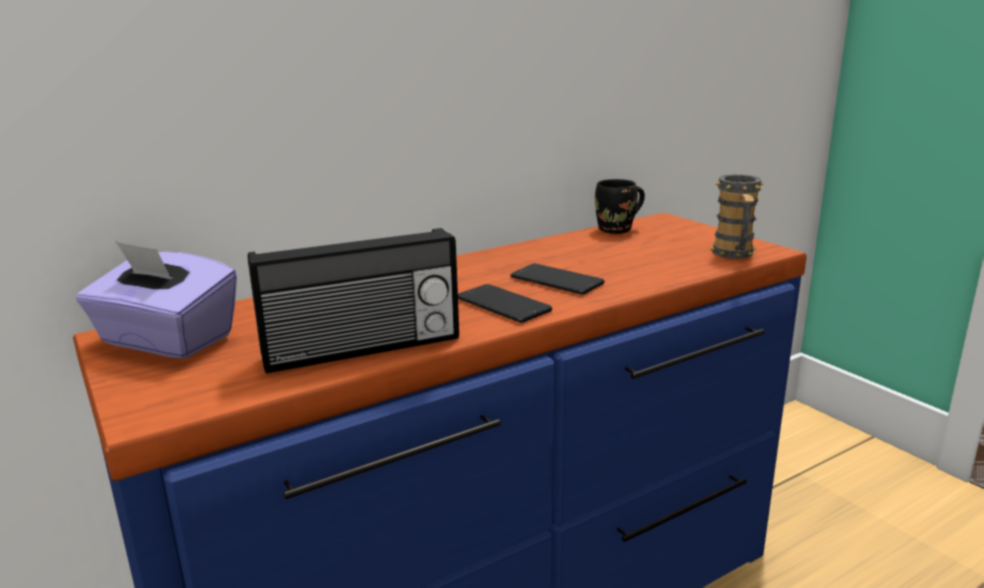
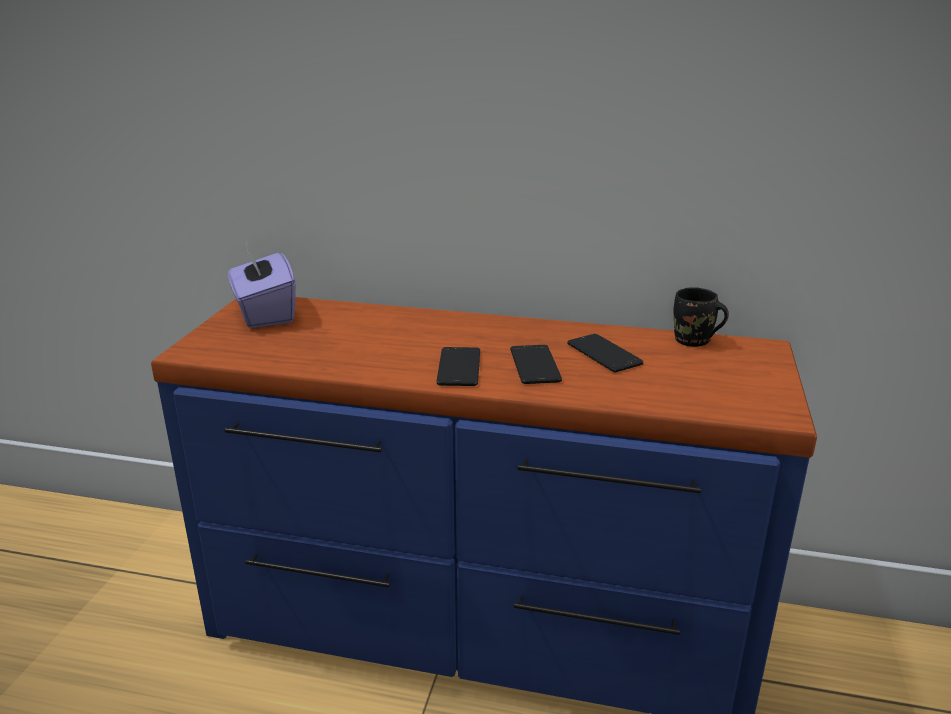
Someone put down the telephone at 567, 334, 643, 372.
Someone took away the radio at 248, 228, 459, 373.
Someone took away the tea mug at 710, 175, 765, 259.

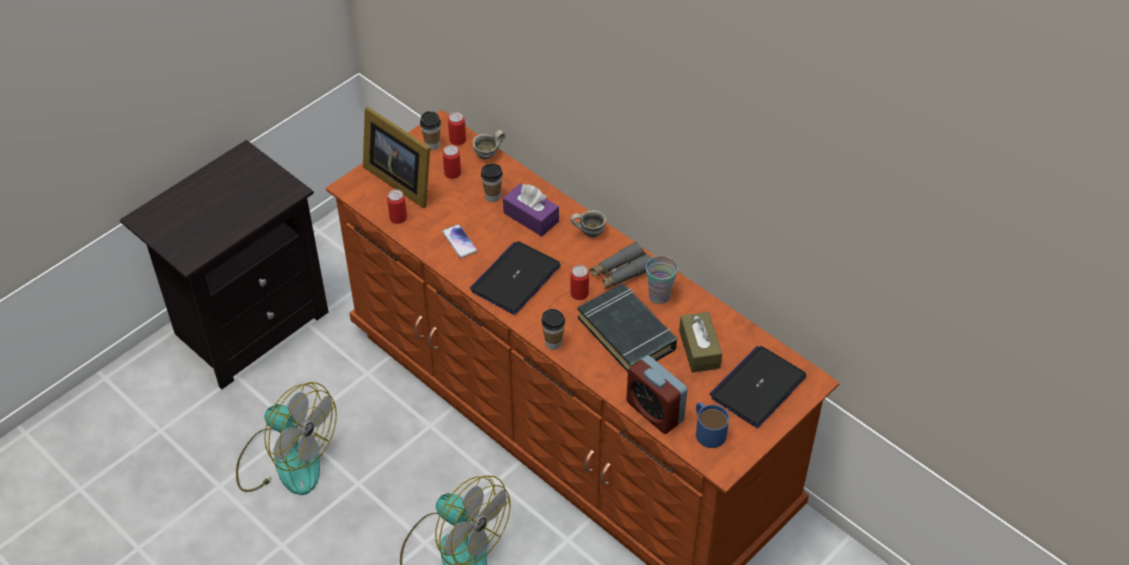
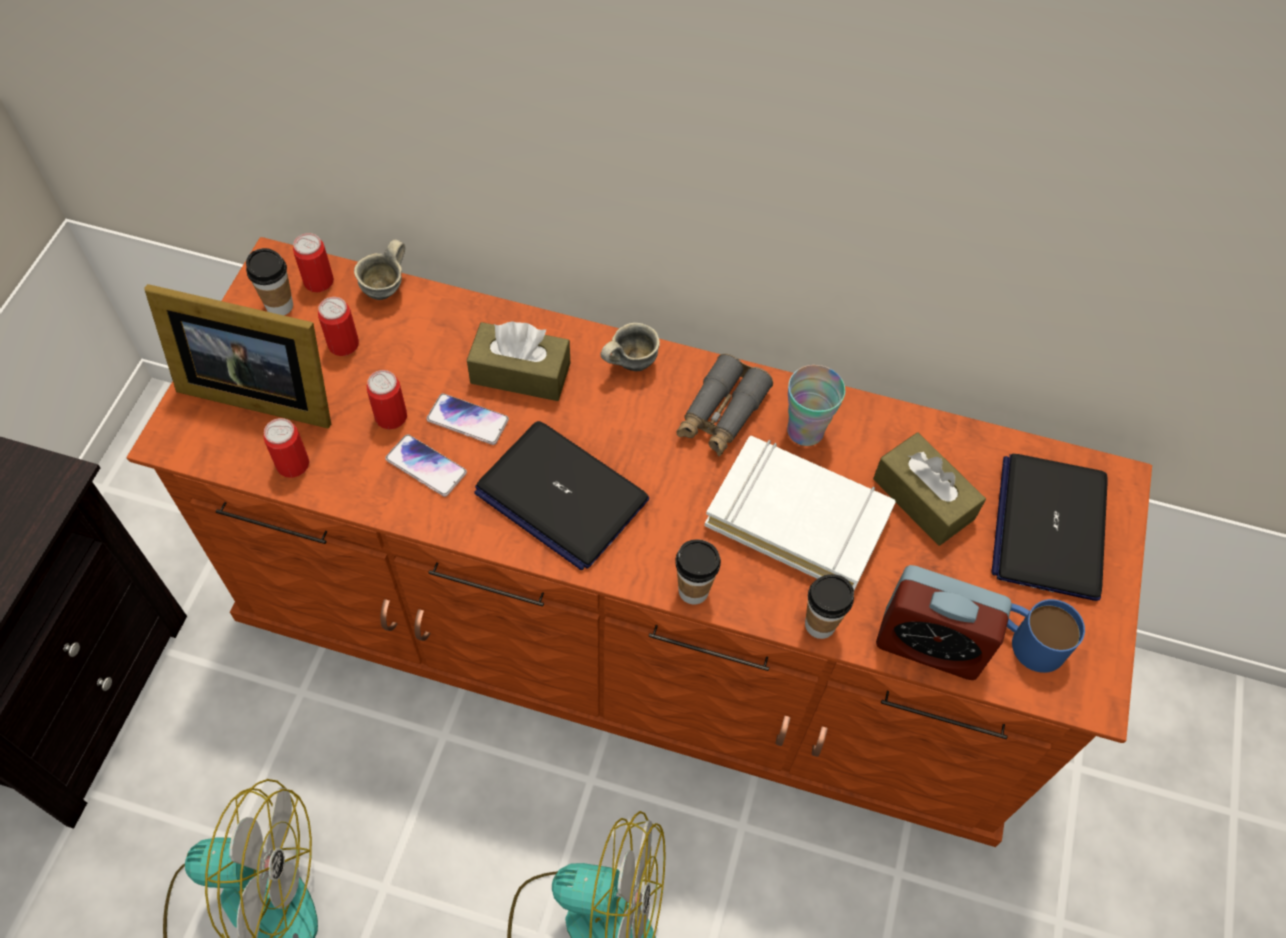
Someone carried the metal can from 570, 265, 589, 300 to 367, 370, 407, 429.
Someone put down the telephone at 426, 394, 509, 445.
Someone repainted the purplish tissue holder at 503, 183, 559, 236, which became the brownish tissue holder at 467, 321, 570, 401.
Someone rotated the laptop at 470, 241, 561, 315 by 60 degrees counterclockwise.
Someone repainted the black-coloured bound book at 578, 283, 677, 372, which became the white bound book at 704, 436, 896, 590.
Someone carried the small cup from 481, 164, 503, 202 to 805, 574, 854, 639.

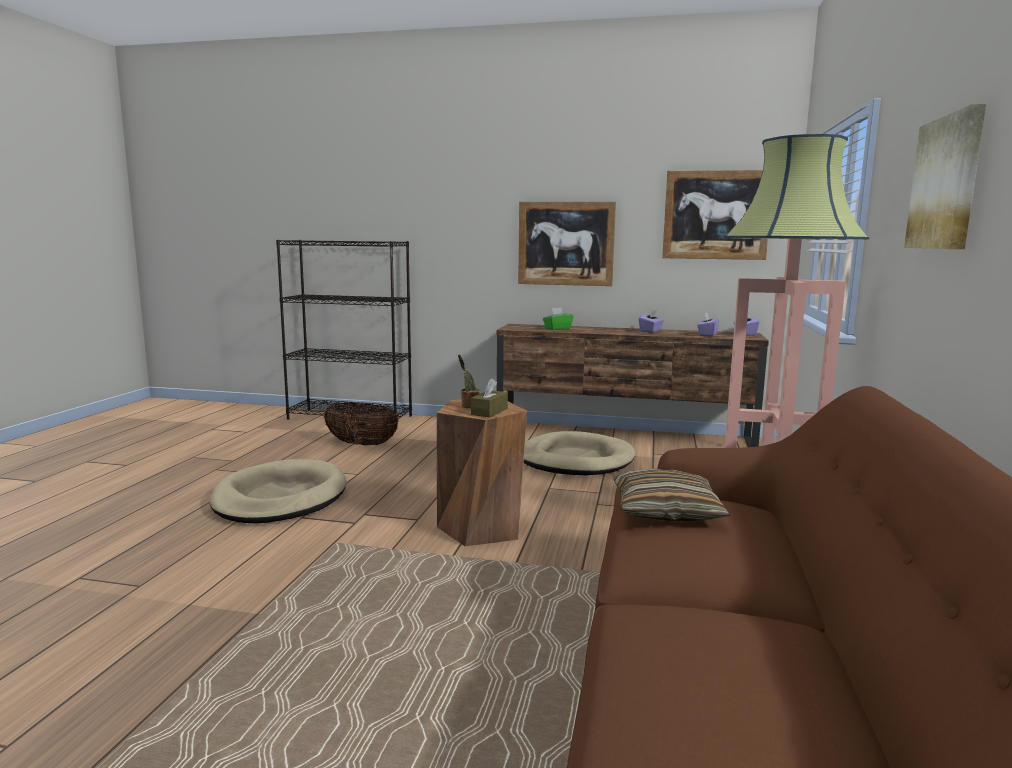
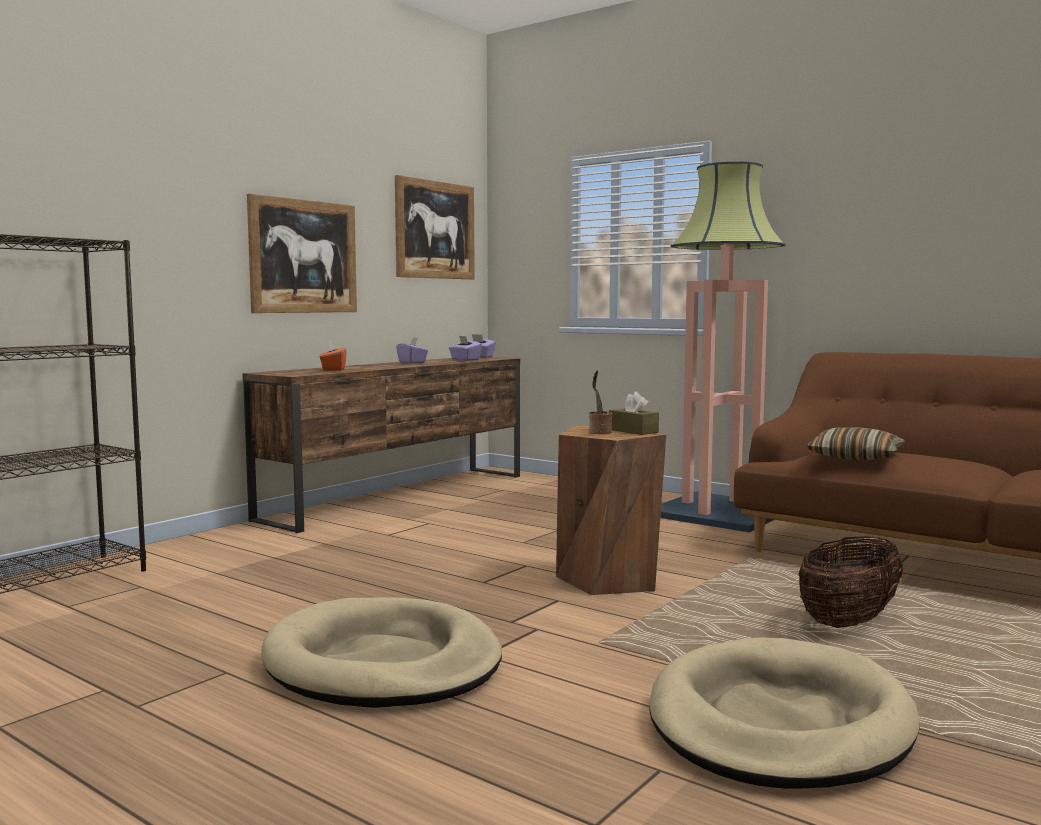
Someone repainted the green tissue holder at 543, 307, 574, 330, which became the orange-coloured tissue holder at 320, 341, 346, 371.
Someone carried the beige dog bed from 524, 431, 636, 475 to 649, 637, 920, 789.
Someone carried the household basket from 324, 403, 398, 445 to 799, 536, 903, 628.
Someone took away the wall picture at 904, 104, 986, 249.

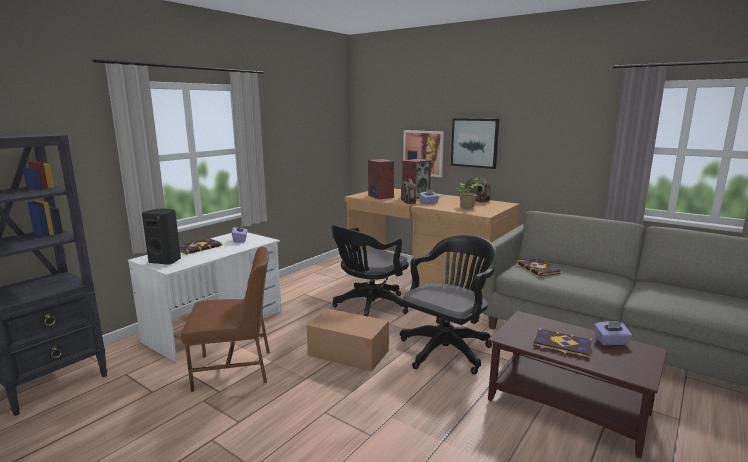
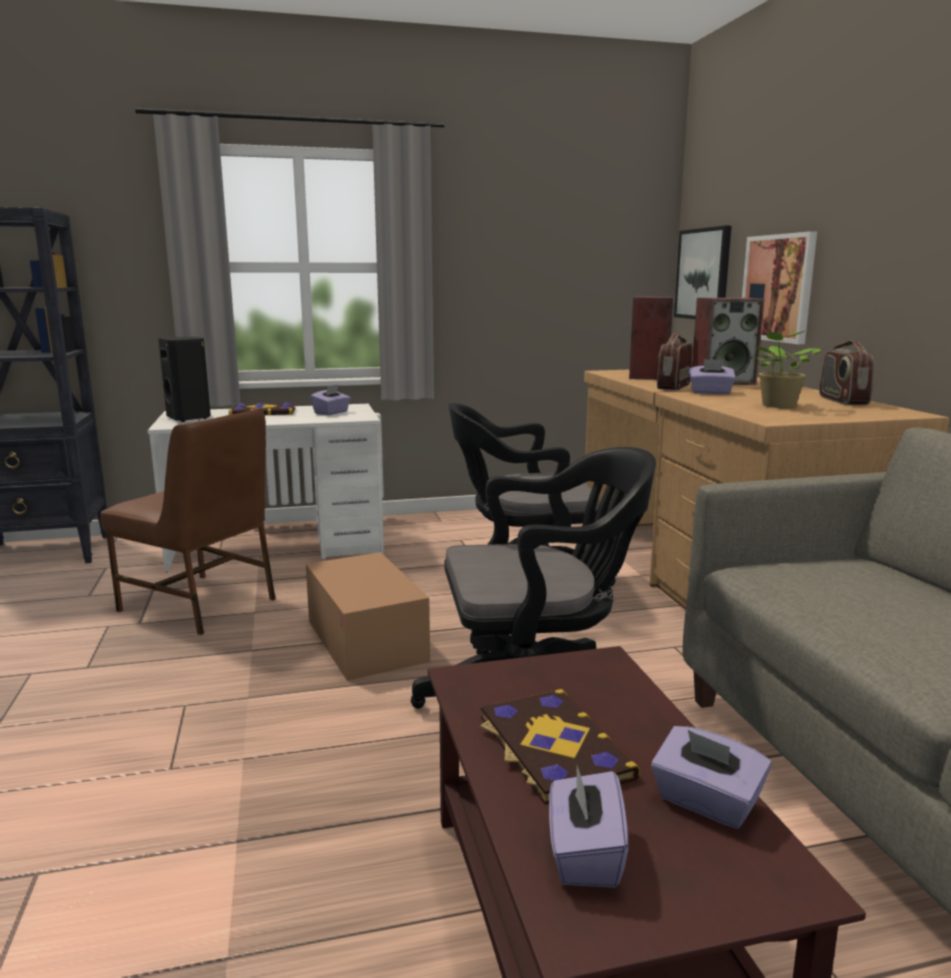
Someone put down the purplish tissue holder at 549, 766, 628, 888.
Someone carried the wall picture from 451, 118, 499, 169 to 674, 226, 731, 319.
Someone took away the bound book at 517, 259, 561, 276.

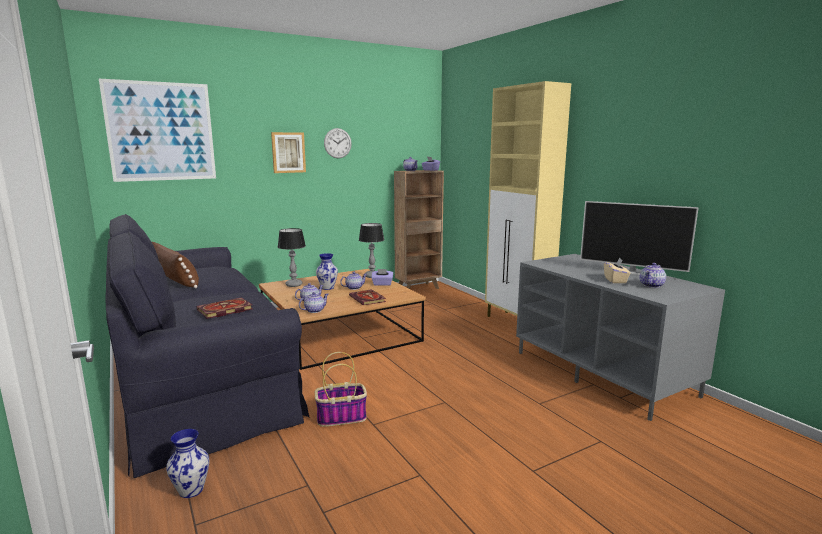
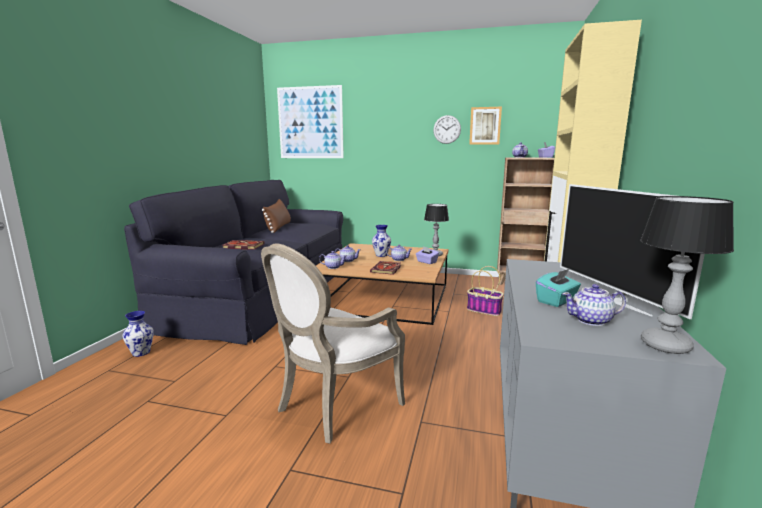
Someone put down the easy chair at 261, 243, 405, 444.
Someone carried the household basket from 315, 352, 367, 427 to 467, 266, 504, 316.
Someone carried the wall picture from 271, 132, 306, 173 to 469, 107, 502, 145.
Someone repainted the beige tissue holder at 604, 258, 630, 283, which became the blue-green tissue holder at 536, 269, 581, 307.
Someone carried the tabletop lamp from 278, 228, 306, 287 to 640, 196, 734, 354.

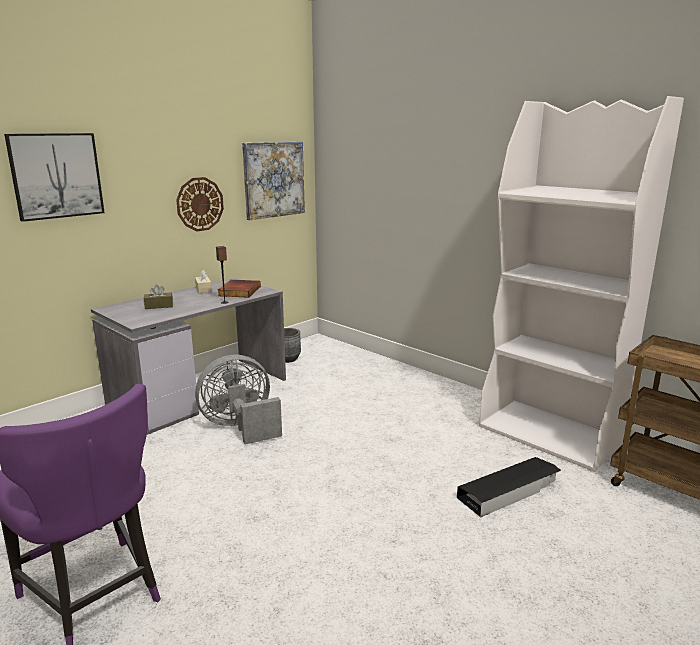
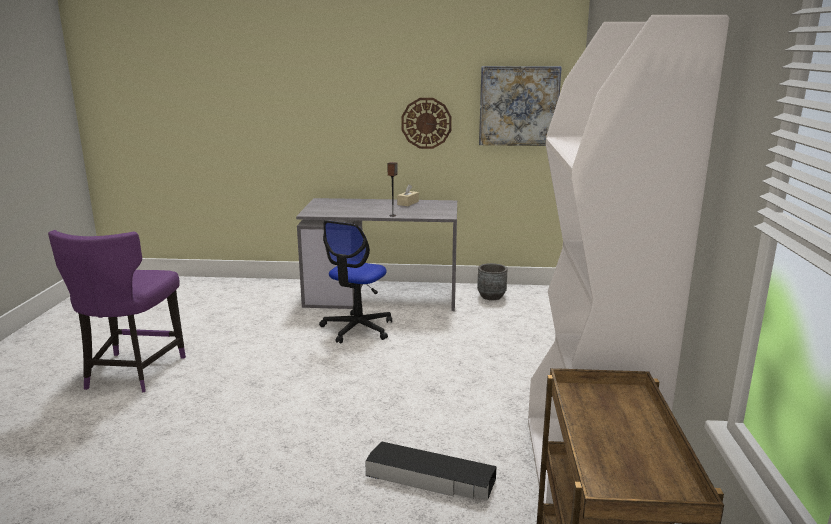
Someone swapped the gray cooling fan at 195, 354, 282, 445 for the desk chair at 319, 220, 392, 343.
Someone took away the wall picture at 4, 133, 105, 222.
Someone took away the brownish tissue holder at 144, 285, 173, 309.
Someone took away the bound book at 218, 280, 261, 297.

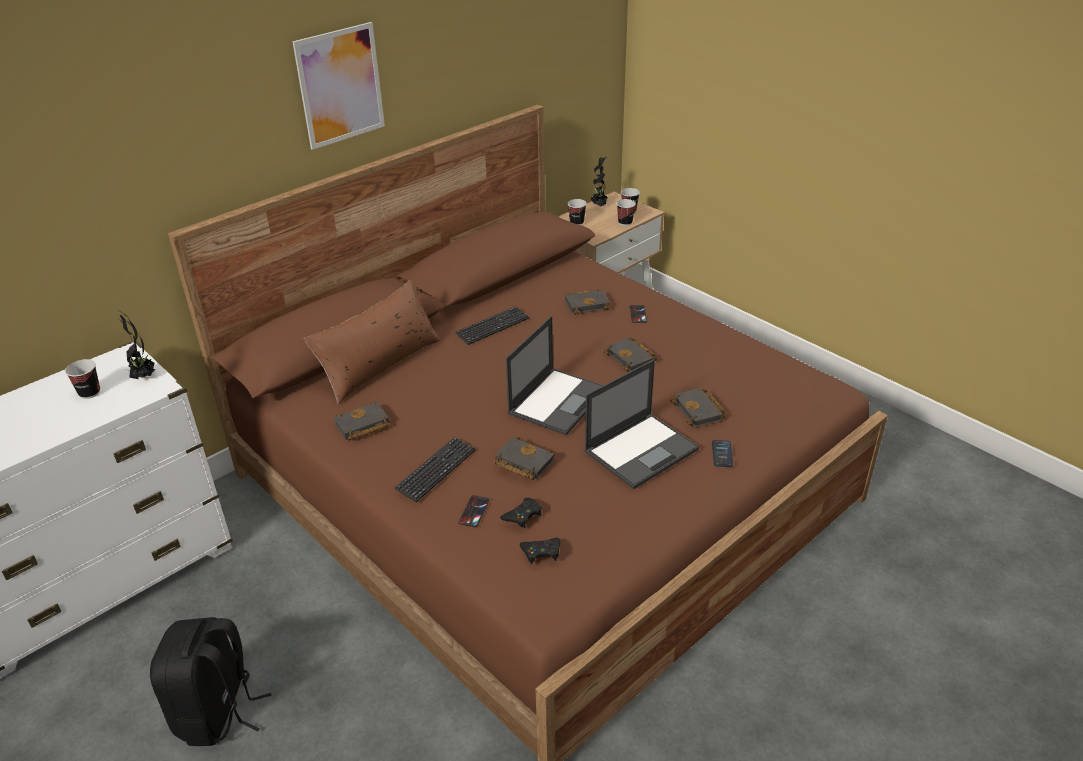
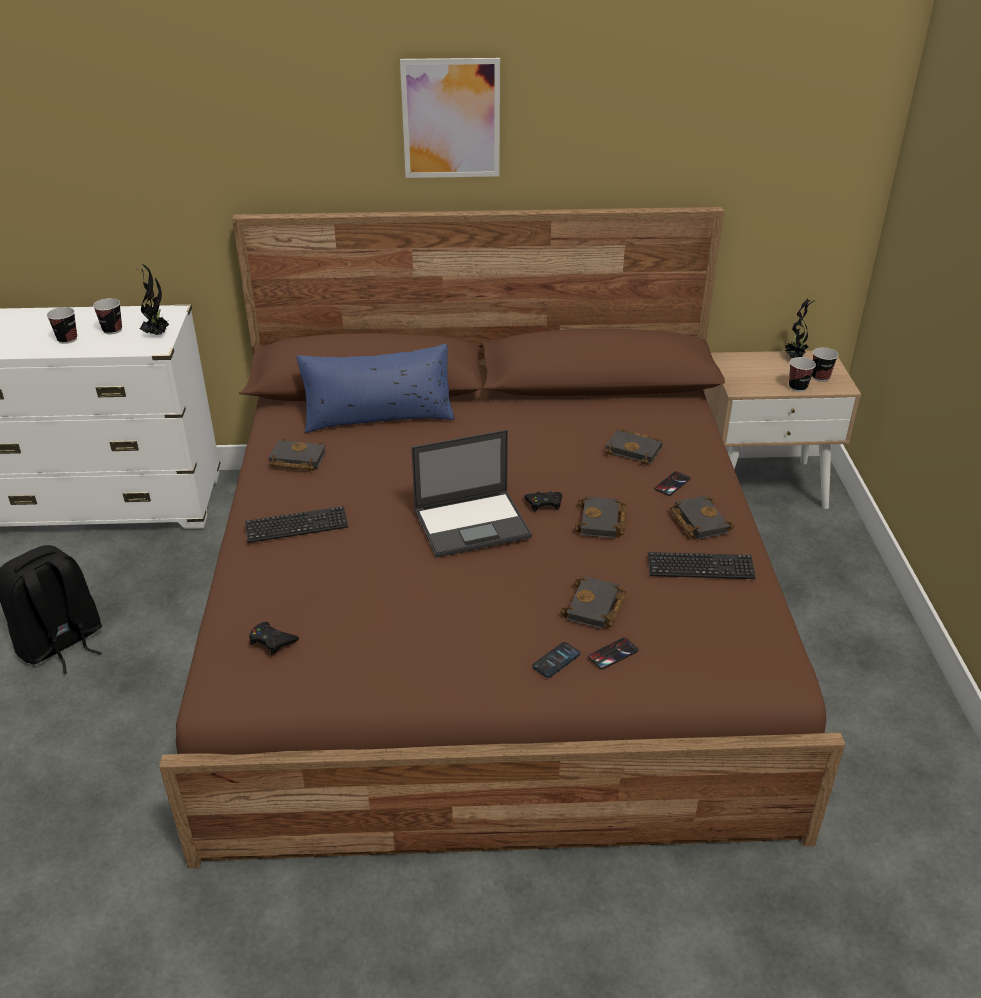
Someone carried the small cup from 567, 199, 587, 225 to 47, 307, 77, 344.
Someone repainted the brownish cushion at 304, 280, 441, 404, which became the blue cushion at 297, 344, 455, 433.
Someone carried the black-coloured game controller from 500, 498, 542, 528 to 524, 491, 562, 512.
Someone carried the telephone from 459, 495, 490, 527 to 588, 637, 639, 669.
Someone carried the PC keyboard from 455, 306, 529, 345 to 648, 552, 756, 579.
Someone carried the black-coloured bound book from 494, 437, 556, 480 to 670, 495, 734, 540.
Someone took away the laptop at 584, 360, 699, 489.

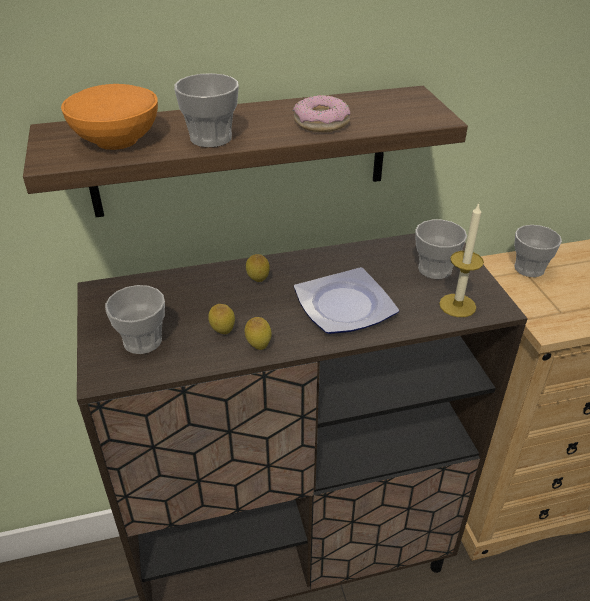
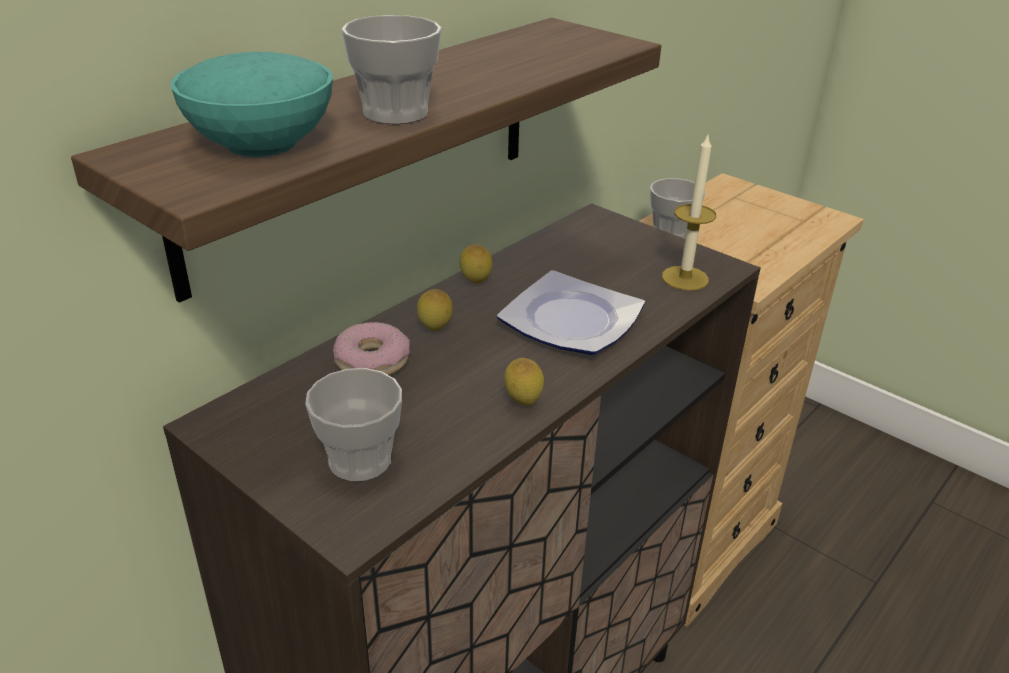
Someone repainted the orange-coloured bowl at 61, 84, 158, 150, which became the blue-green bowl at 171, 52, 333, 157.
Someone carried the doughnut from 293, 95, 350, 132 to 333, 322, 410, 375.
Someone carried the citrus fruit from 208, 304, 235, 334 to 460, 244, 492, 284.
Someone took away the small cup at 415, 220, 467, 279.

